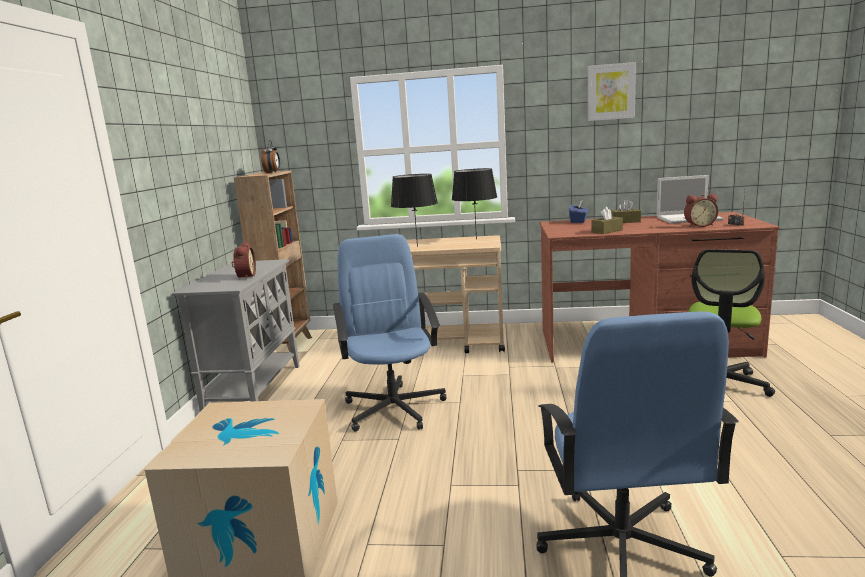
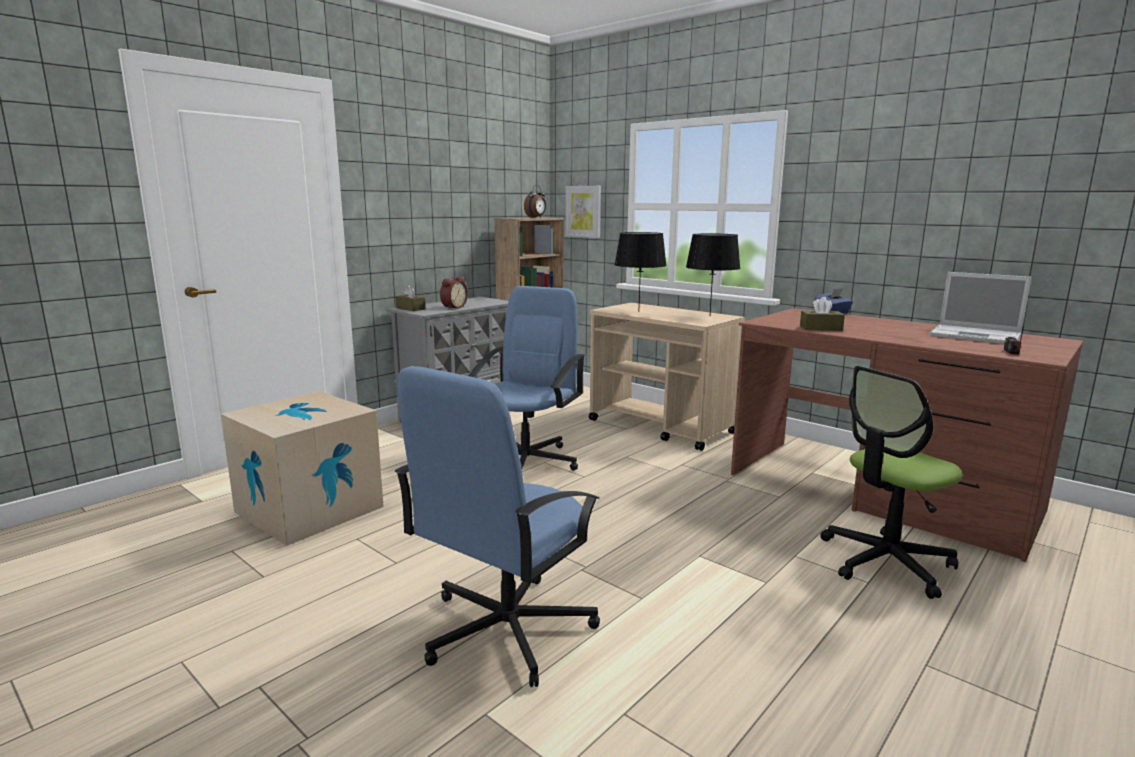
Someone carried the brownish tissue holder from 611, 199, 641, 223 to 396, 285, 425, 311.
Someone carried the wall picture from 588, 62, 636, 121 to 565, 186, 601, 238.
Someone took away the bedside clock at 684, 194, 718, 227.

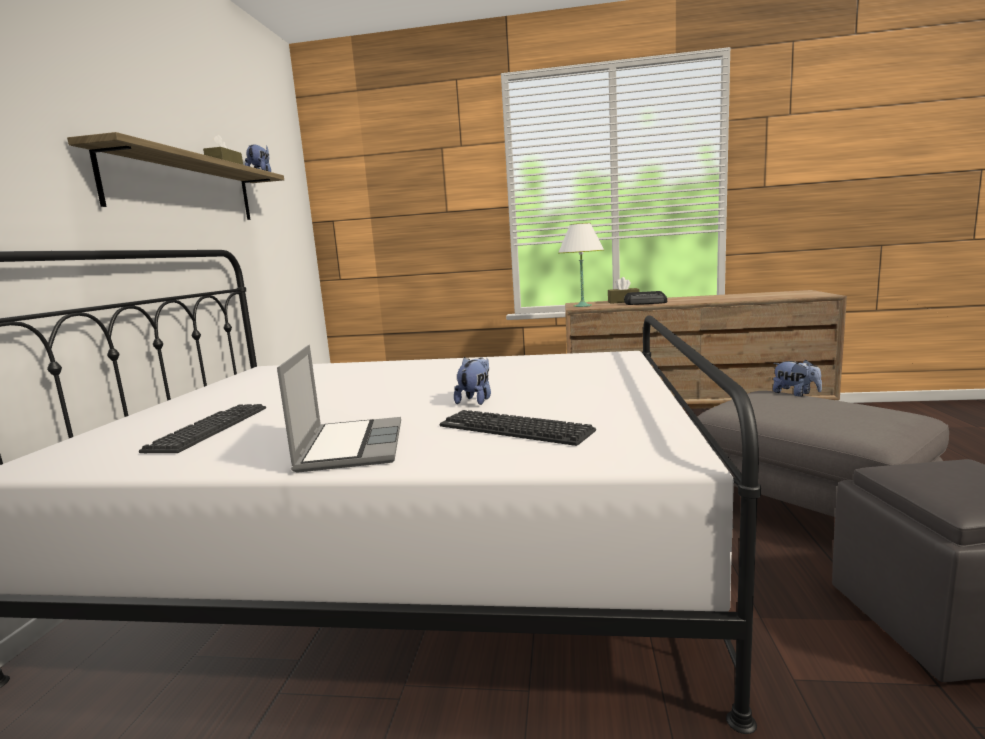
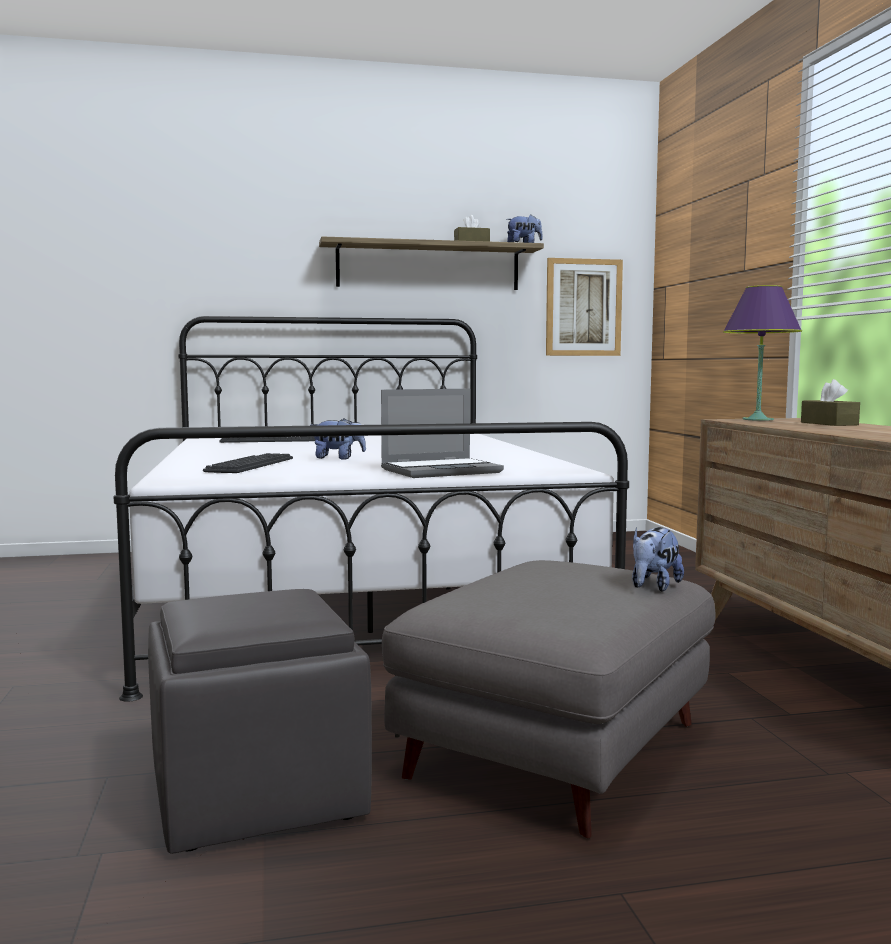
Someone carried the laptop from 277, 345, 401, 473 to 381, 389, 504, 478.
Someone put up the wall picture at 546, 258, 623, 356.
Someone repainted the white tabletop lamp at 558, 223, 604, 307, which became the purplish tabletop lamp at 723, 285, 802, 421.
Someone took away the radio at 624, 291, 667, 305.

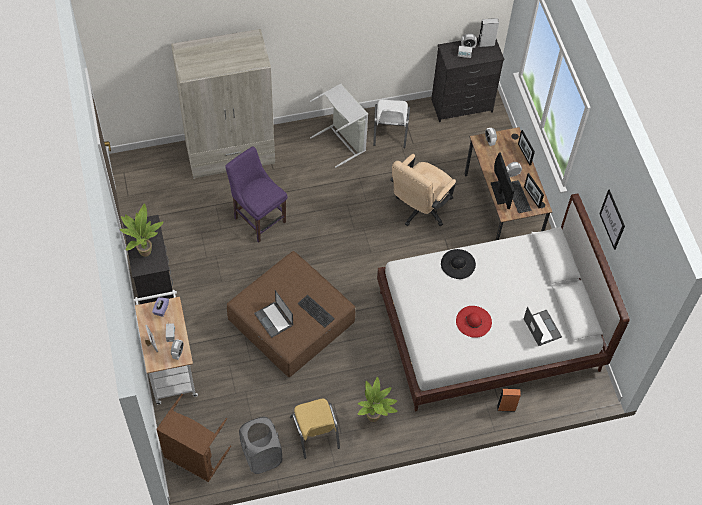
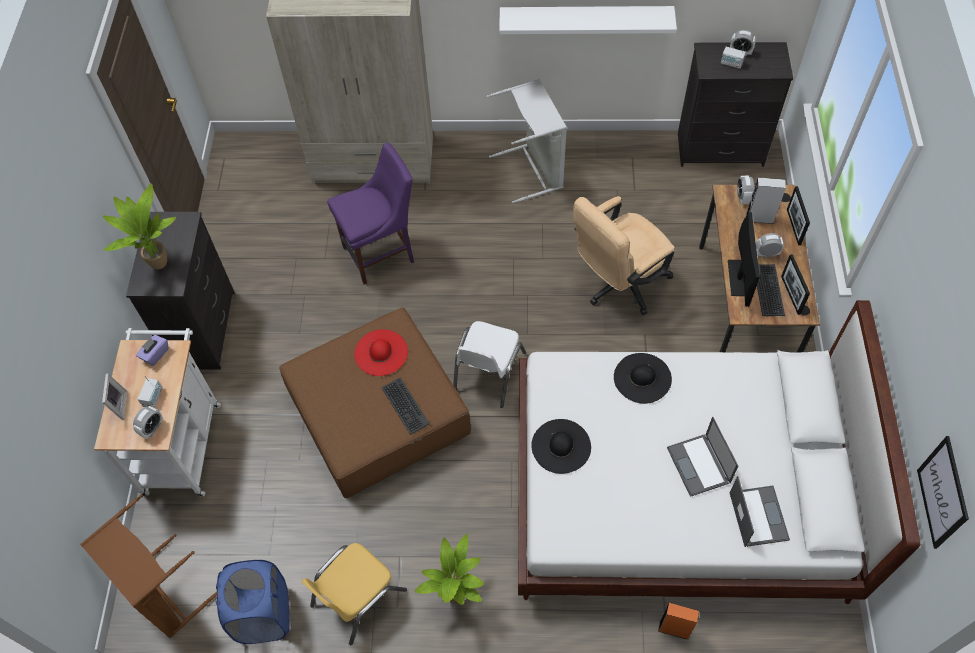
Someone repainted the gray hamper at 239, 417, 282, 474, which became the blue hamper at 215, 560, 290, 644.
Someone rotated the yellowish upright chair at 290, 399, 340, 459 by 45 degrees clockwise.
Someone rotated the purplish upright chair at 225, 147, 288, 242 by 90 degrees clockwise.
Someone carried the reddish clothing hat from 456, 306, 492, 338 to 354, 329, 408, 376.
Someone carried the white upright chair from 373, 99, 410, 148 to 453, 321, 526, 408.
Someone put up the white shelf at 499, 6, 677, 34.
Someone put down the black-coloured clothing hat at 531, 419, 591, 474.
Someone carried the laptop from 254, 290, 293, 338 to 667, 417, 738, 497.
Someone carried the gray loudspeaker from 478, 18, 499, 47 to 746, 177, 786, 224.
Someone carried the wall picture from 599, 189, 625, 250 to 917, 436, 969, 549.

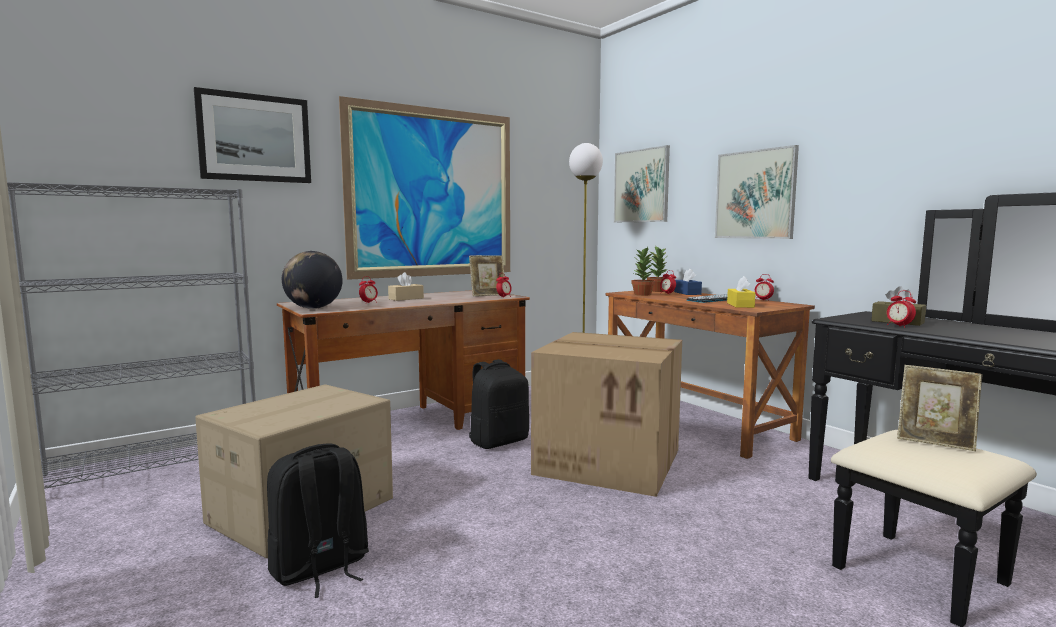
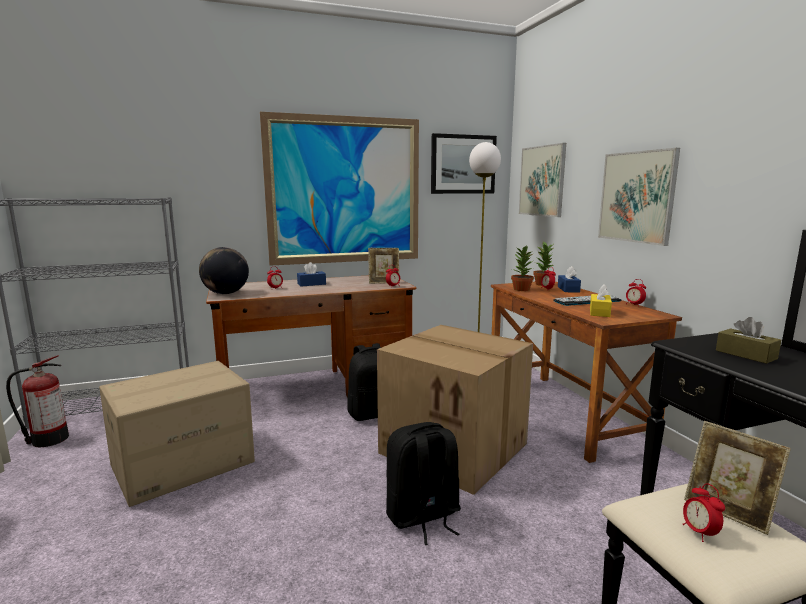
Someone put down the fire-fighting cylinder at 6, 355, 69, 447.
Someone repainted the beige tissue holder at 388, 272, 424, 301, which became the blue tissue holder at 297, 262, 326, 287.
Someone carried the black-coloured backpack from 267, 443, 369, 598 to 386, 422, 461, 545.
Someone carried the wall picture from 194, 87, 311, 183 to 431, 133, 497, 194.
Someone carried the bedside clock from 887, 290, 916, 328 to 682, 483, 725, 542.

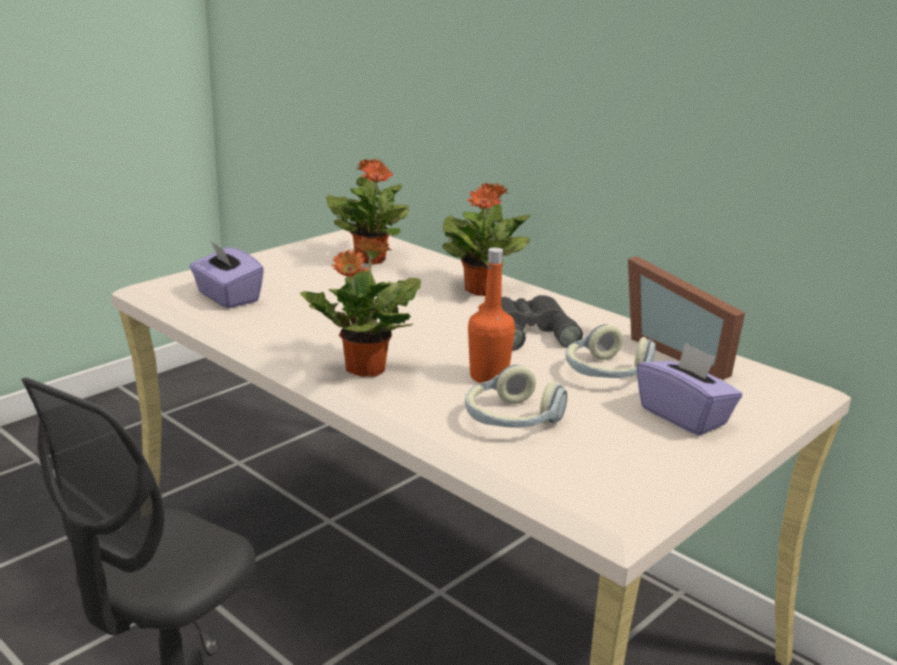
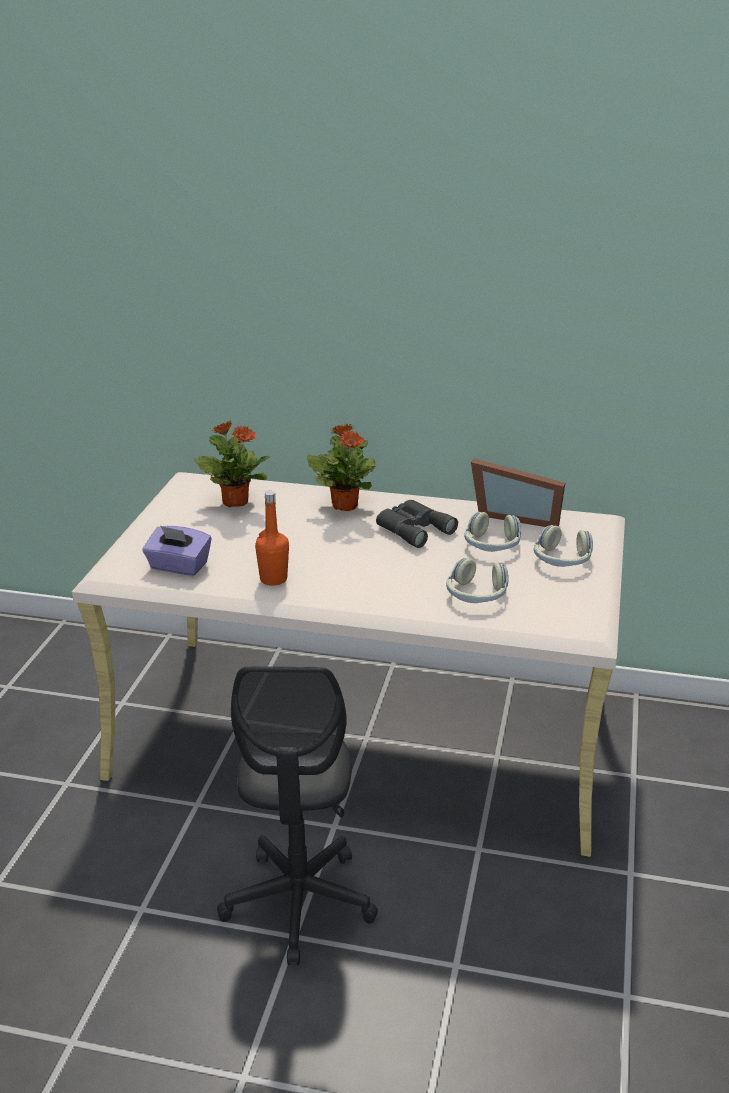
Someone carried the orange-coloured beverage bottle from 468, 247, 515, 383 to 255, 491, 289, 586.
Someone swapped the purplish tissue holder at 637, 343, 742, 436 for the headset at 534, 525, 593, 567.
Someone took away the potted plant at 300, 235, 421, 377.

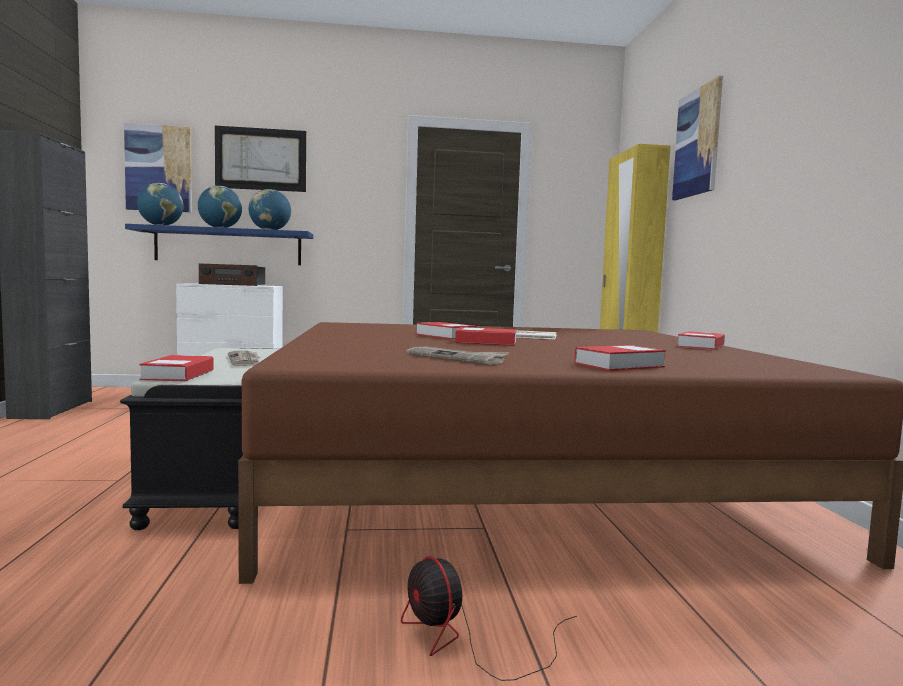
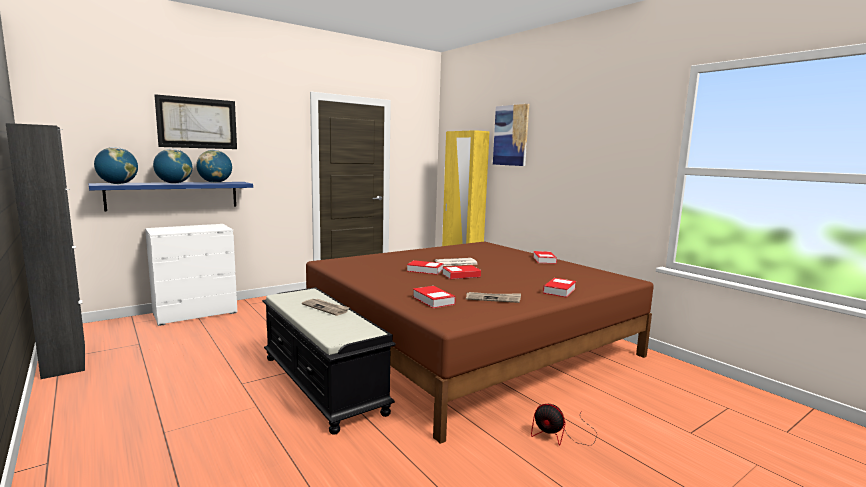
Someone carried the bound book from 139, 355, 214, 381 to 413, 286, 456, 308.
Someone took away the wall picture at 124, 123, 192, 212.
Someone took away the radio at 199, 263, 265, 286.

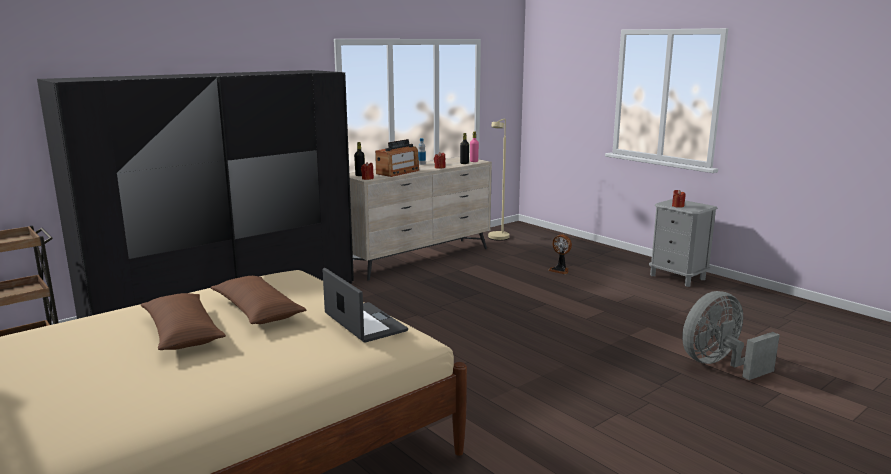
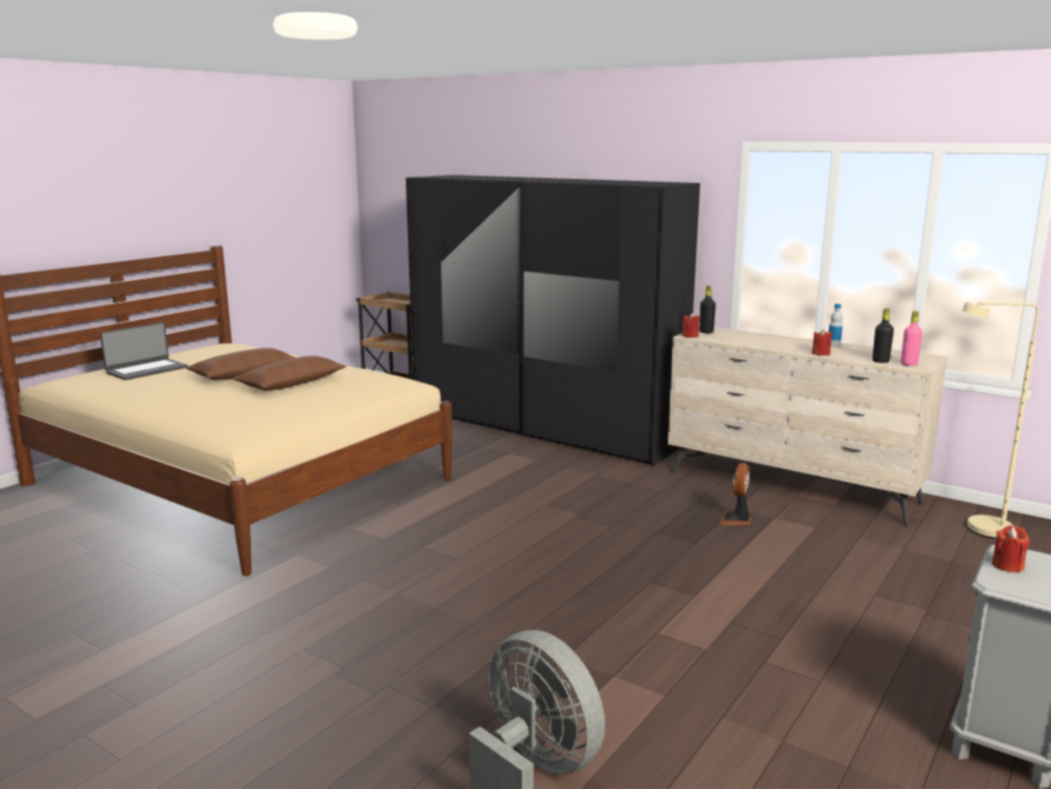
Someone carried the laptop from 322, 268, 408, 343 to 100, 322, 188, 380.
Someone carried the cooling fan from 548, 234, 572, 274 to 720, 463, 752, 526.
Someone took away the radio at 375, 139, 419, 177.

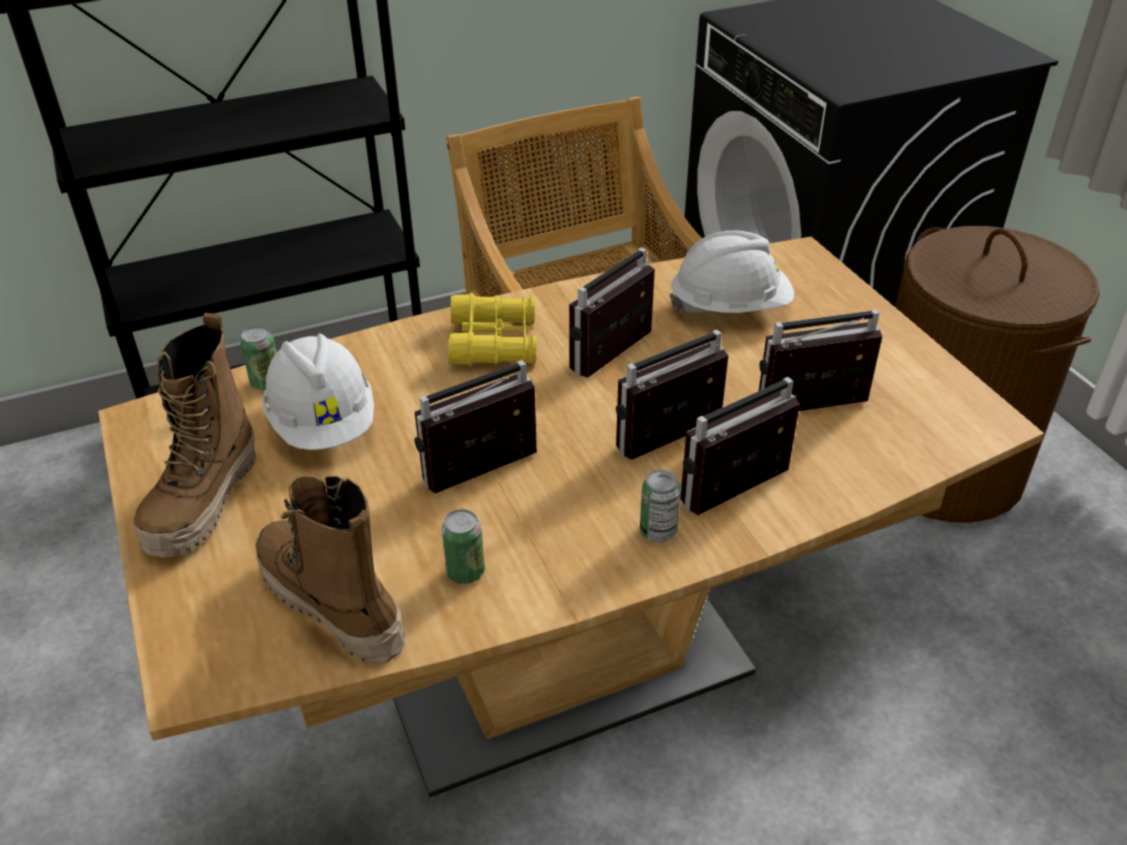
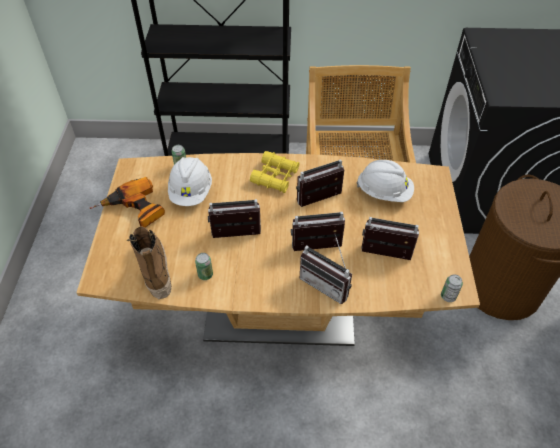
Someone swapped the high-top boot at 133, 313, 256, 558 for the electric drill at 89, 177, 165, 227.
Someone rotated the radio at 680, 377, 800, 515 by 135 degrees counterclockwise.
Someone carried the metal can from 640, 470, 681, 542 to 441, 274, 463, 302.

